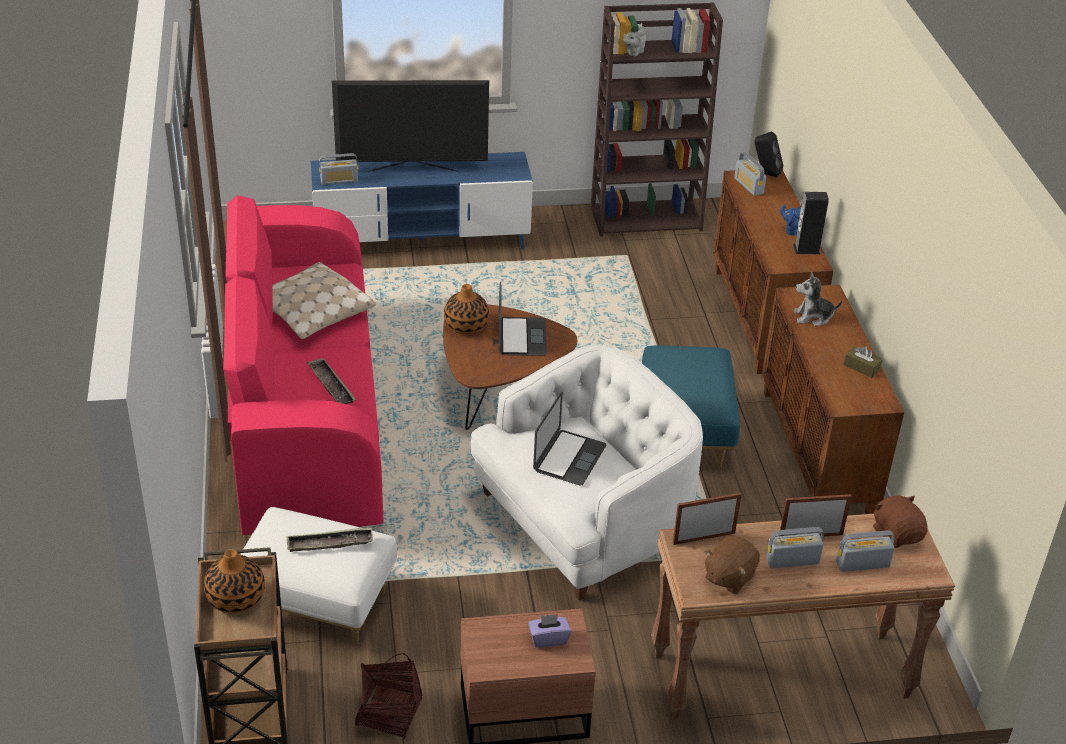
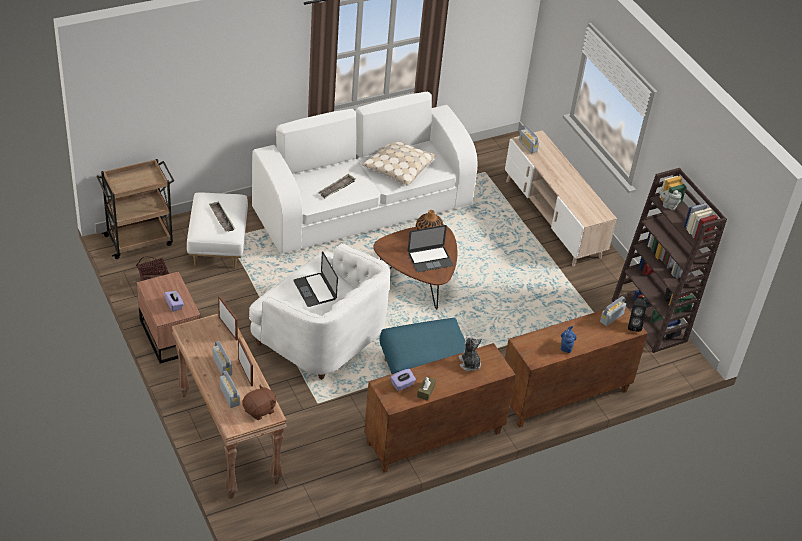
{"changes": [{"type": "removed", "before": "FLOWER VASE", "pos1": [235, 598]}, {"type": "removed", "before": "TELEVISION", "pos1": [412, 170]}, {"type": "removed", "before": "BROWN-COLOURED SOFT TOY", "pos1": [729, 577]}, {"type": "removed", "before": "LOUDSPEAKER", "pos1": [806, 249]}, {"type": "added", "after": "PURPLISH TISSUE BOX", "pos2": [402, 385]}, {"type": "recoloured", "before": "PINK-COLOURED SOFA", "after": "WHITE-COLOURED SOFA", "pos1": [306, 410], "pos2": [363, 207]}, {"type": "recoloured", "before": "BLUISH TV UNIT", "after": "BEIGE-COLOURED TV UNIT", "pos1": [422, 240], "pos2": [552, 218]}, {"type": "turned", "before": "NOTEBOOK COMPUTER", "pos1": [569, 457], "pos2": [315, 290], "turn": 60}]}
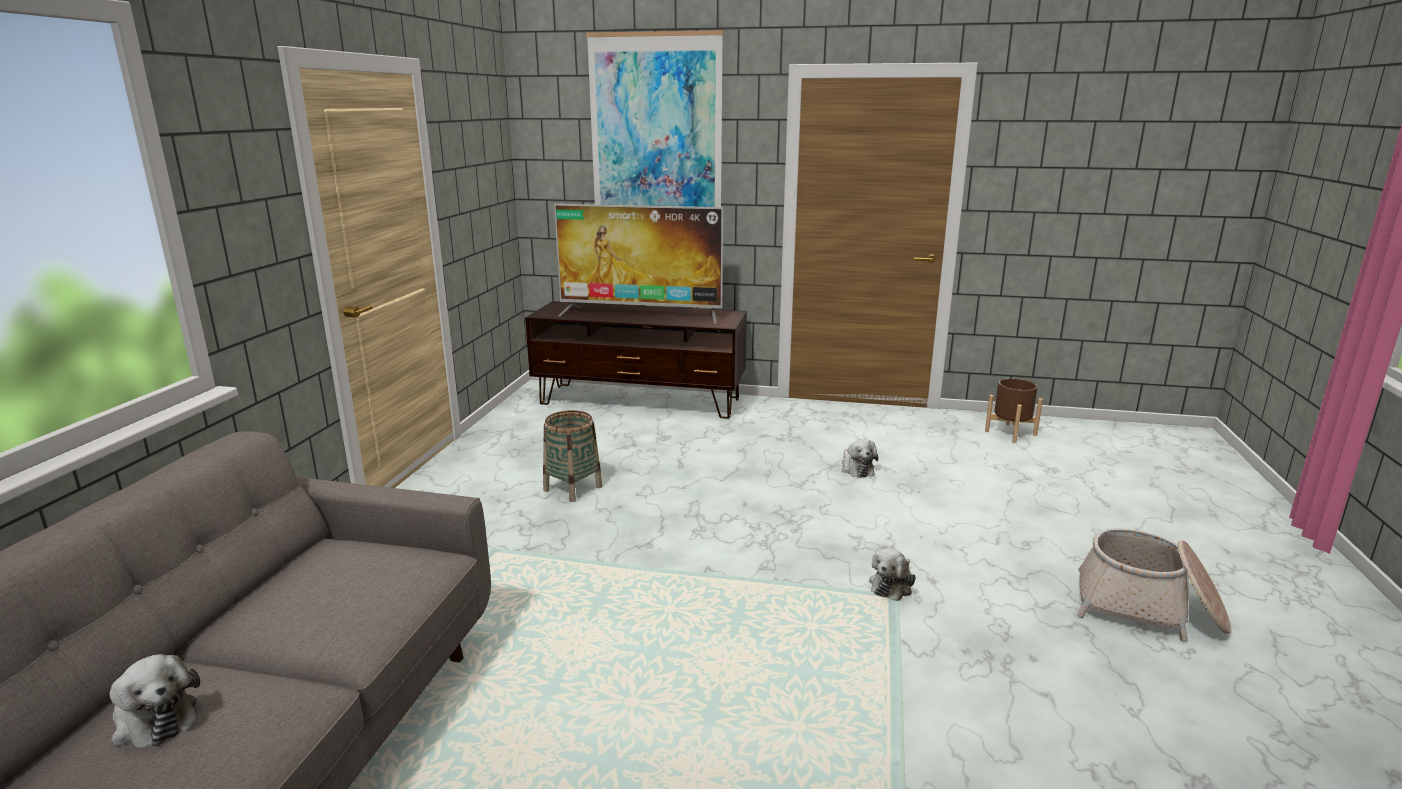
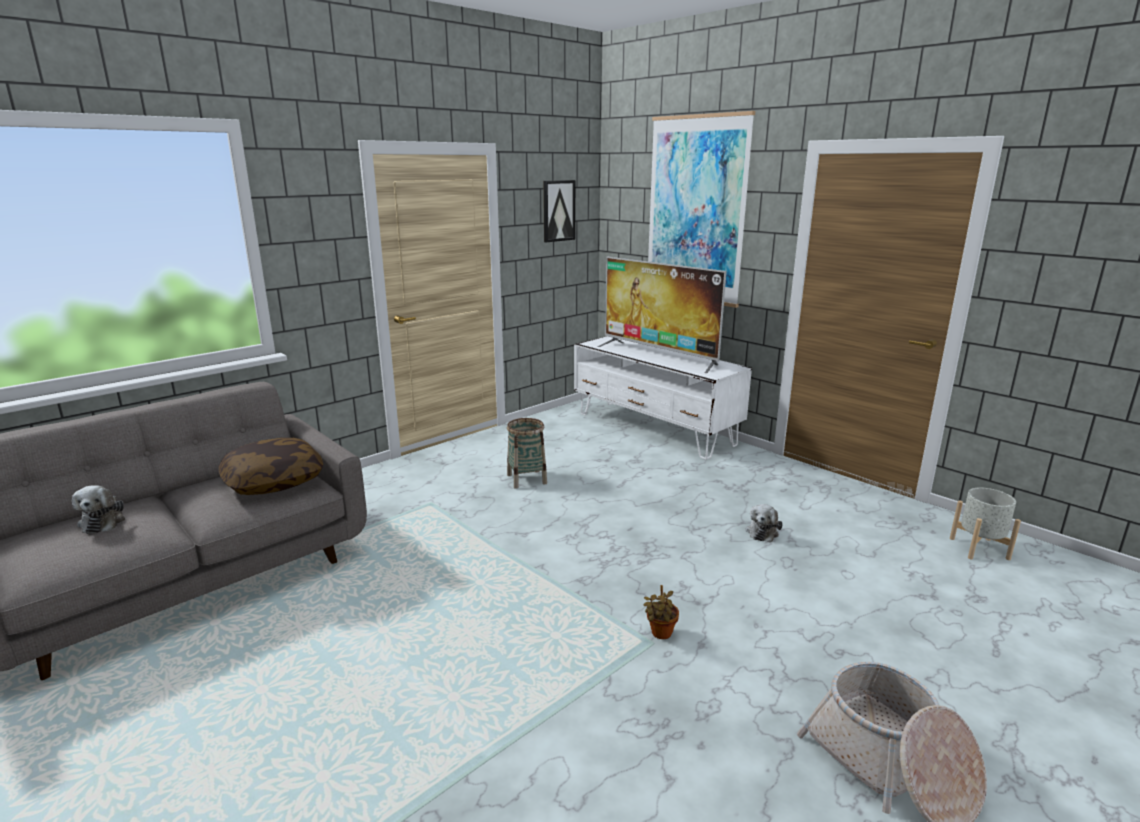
{"changes": [{"type": "added", "after": "CUSHION", "pos2": [274, 481]}, {"type": "added", "after": "PICTURE", "pos2": [558, 211]}, {"type": "replaced", "before": "SOFT TOY", "after": "HOUSEPLANT", "pos1": [892, 586], "pos2": [660, 634]}, {"type": "recoloured", "before": "BROWN-COLOURED TV UNIT", "after": "WHITE-COLOURED TV UNIT", "pos1": [640, 401], "pos2": [654, 429]}, {"type": "recoloured", "before": "BROWN-COLOURED FLOWER POT", "after": "GRAY FLOWER POT", "pos1": [1010, 433], "pos2": [979, 548]}]}
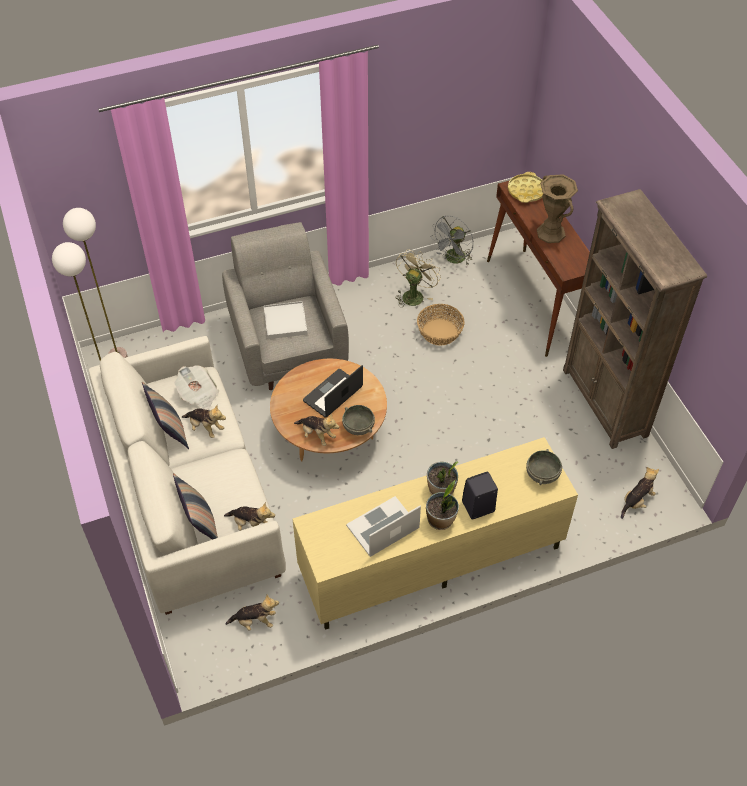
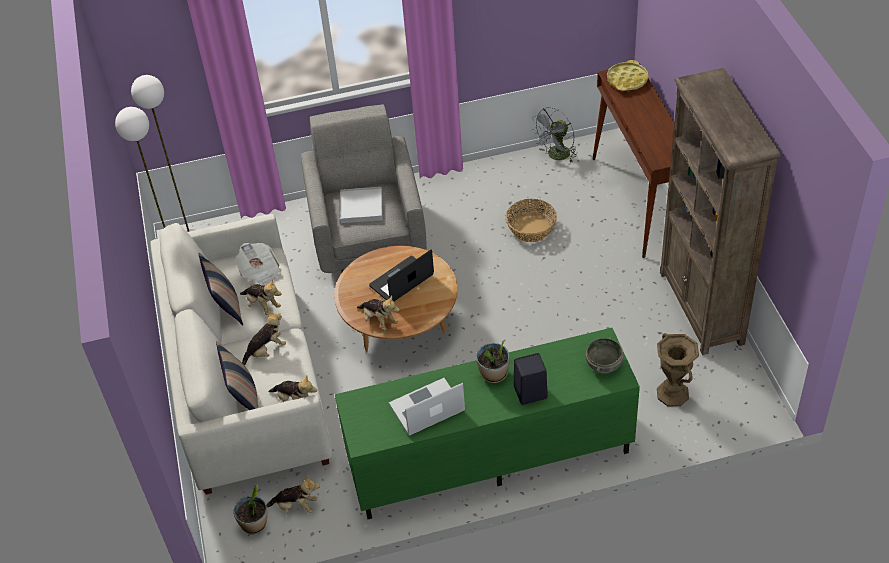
{"changes": [{"type": "removed", "before": "GRAY SERVING BOWL", "pos1": [359, 427]}, {"type": "removed", "before": "BEIGE-COLOURED FAN", "pos1": [414, 294]}, {"type": "moved", "before": "HOUSEPLANT", "pos1": [441, 520], "pos2": [255, 524]}, {"type": "moved", "before": "BROWN-COLOURED FLOWER VASE", "pos1": [550, 233], "pos2": [672, 393]}, {"type": "moved", "before": "SOFT TOY", "pos1": [636, 501], "pos2": [266, 351]}, {"type": "recoloured", "before": "BEIGE-COLOURED TV UNIT", "after": "GREENISH TV UNIT", "pos1": [431, 560], "pos2": [489, 457]}]}
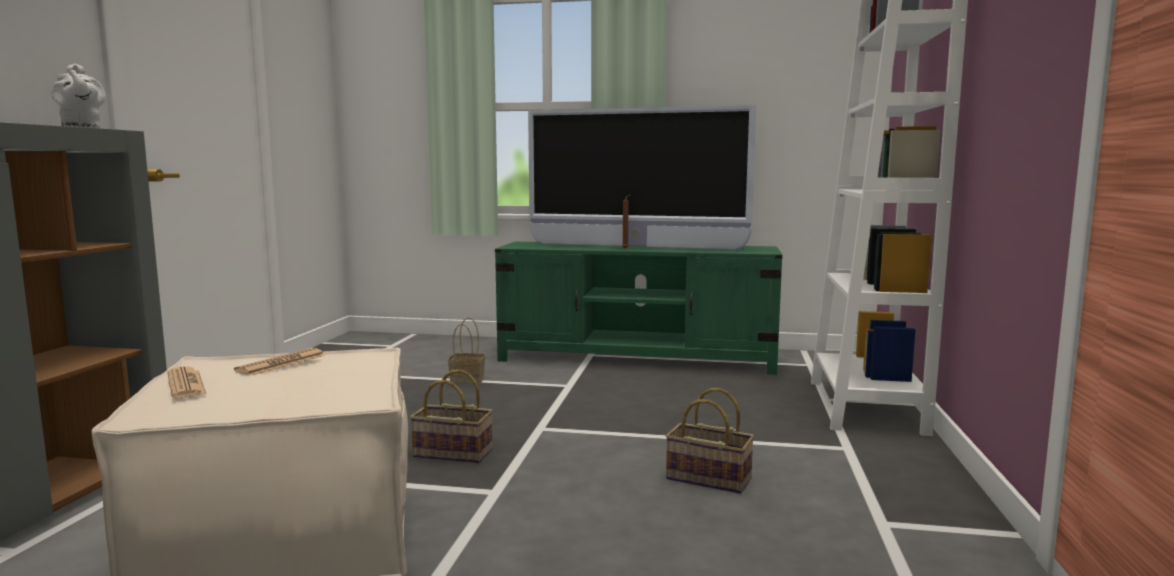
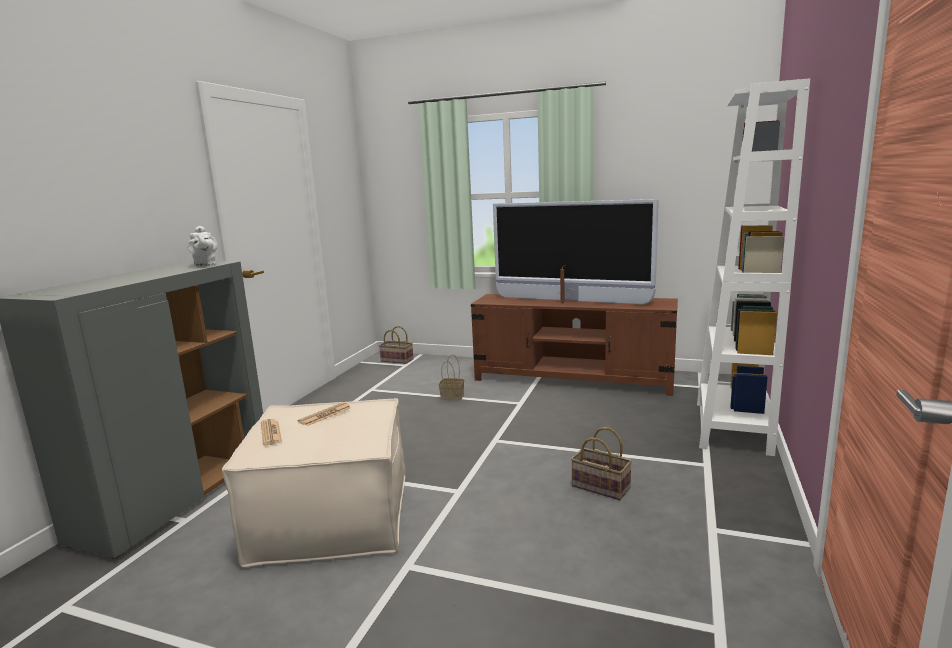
{"changes": [{"type": "moved", "before": "BASKET", "pos1": [450, 454], "pos2": [396, 360]}, {"type": "recoloured", "before": "GREENISH TV UNIT", "after": "BROWN-COLOURED TV UNIT", "pos1": [637, 358], "pos2": [573, 379]}]}
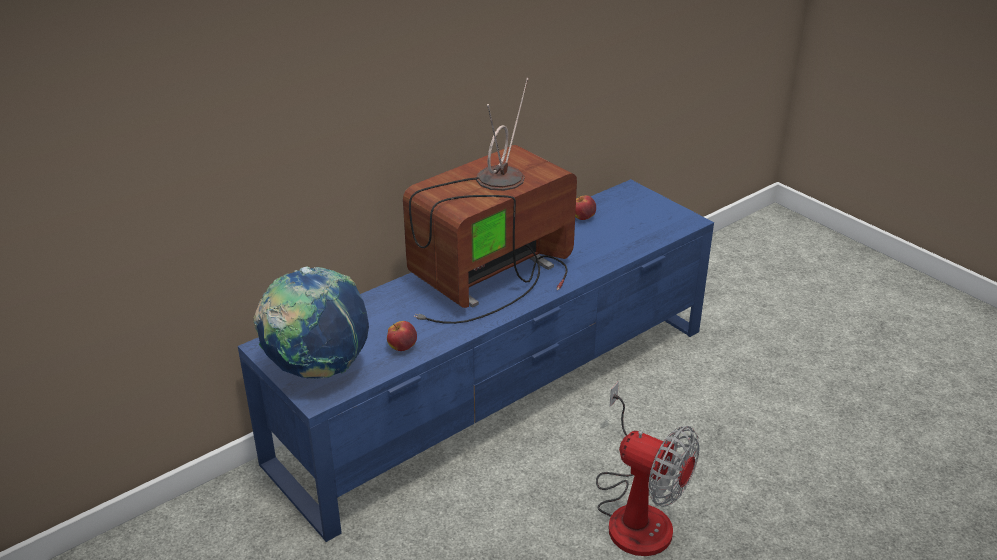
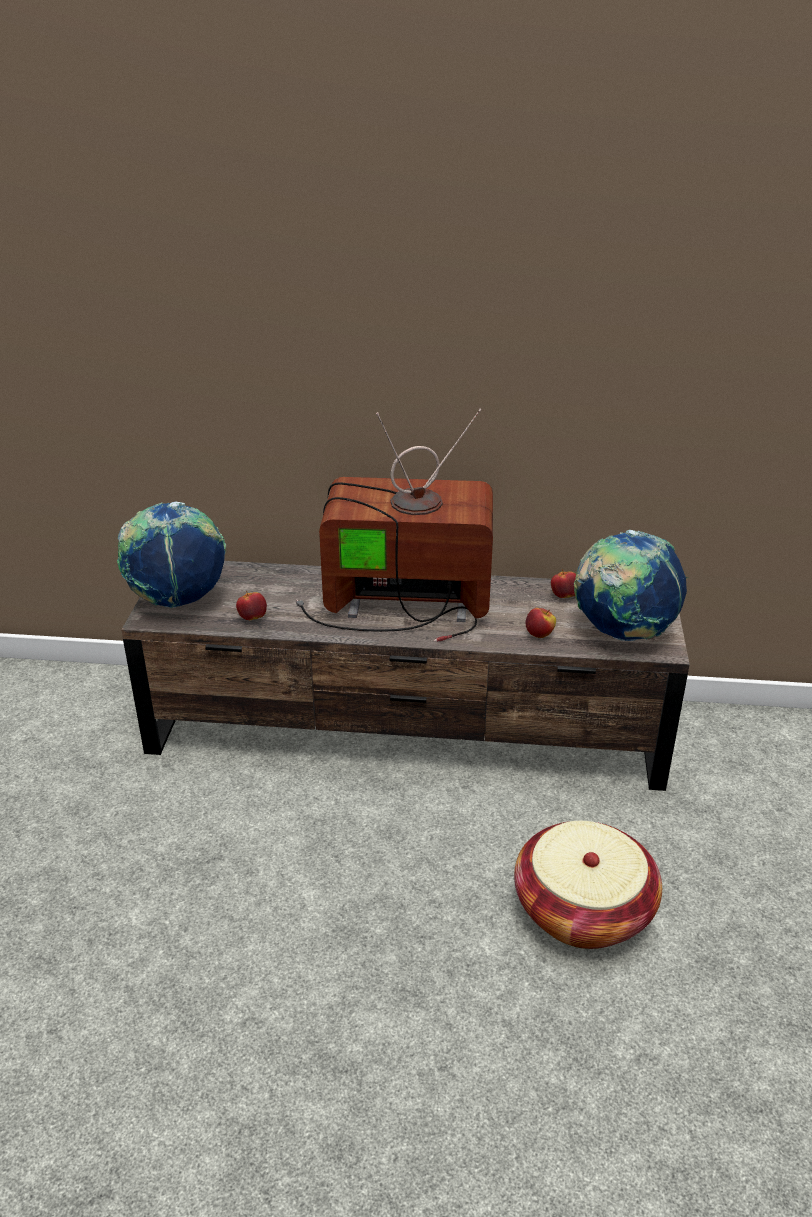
{"changes": [{"type": "removed", "before": "FAN", "pos1": [636, 512]}, {"type": "added", "after": "BASKET", "pos2": [583, 910]}, {"type": "added", "after": "WHOLE APPLE", "pos2": [539, 634]}, {"type": "added", "after": "GLOBE", "pos2": [622, 633]}, {"type": "recoloured", "before": "BLUISH TV UNIT", "after": "BROWN-COLOURED TV UNIT", "pos1": [499, 392], "pos2": [408, 729]}]}
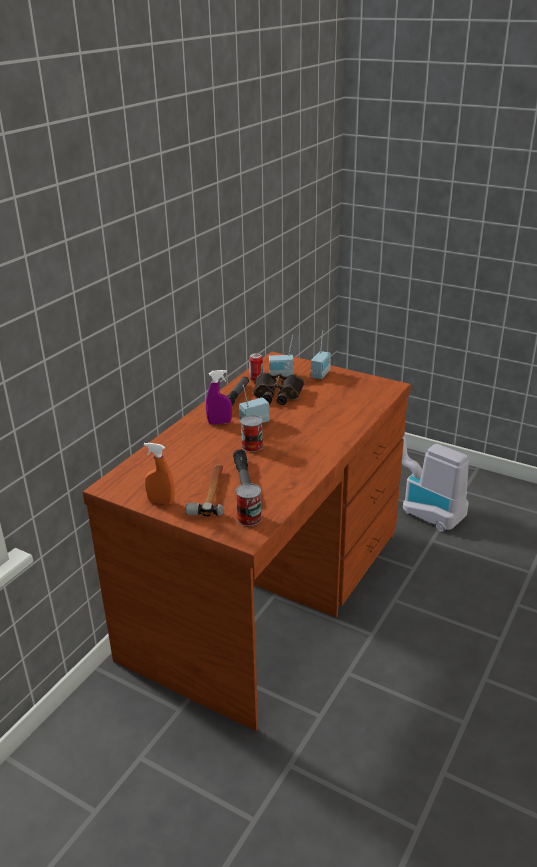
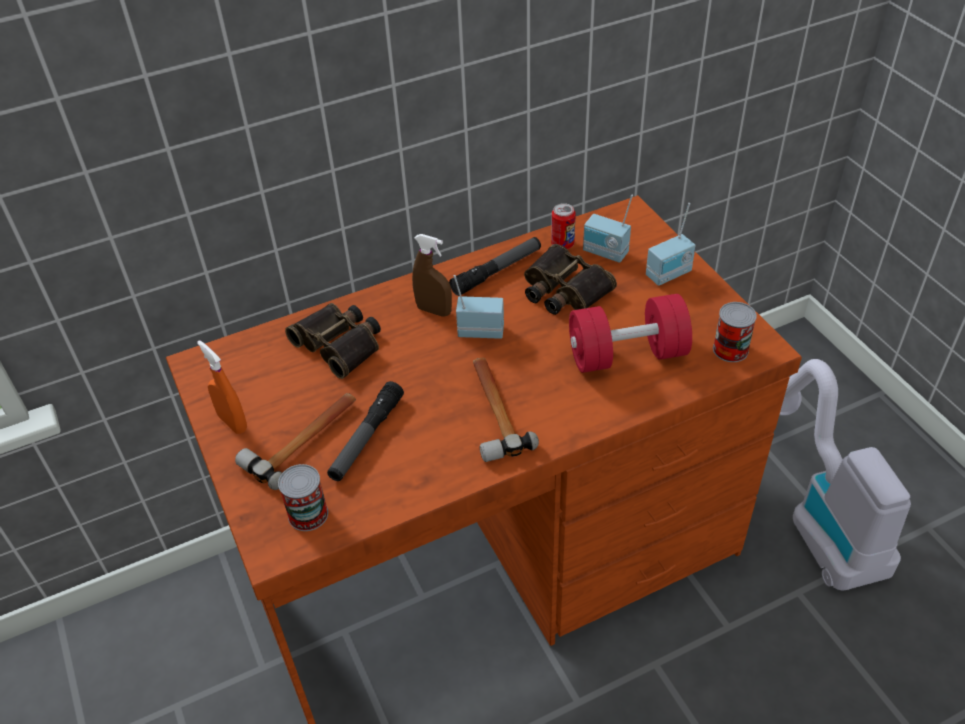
{"changes": [{"type": "added", "after": "FIELD GLASSES", "pos2": [340, 344]}, {"type": "added", "after": "HAMMER", "pos2": [493, 410]}, {"type": "added", "after": "RED-COLOURED HAND WEIGHT", "pos2": [627, 354]}, {"type": "moved", "before": "SEALED CAN", "pos1": [252, 446], "pos2": [730, 349]}, {"type": "recoloured", "before": "PURPLISH SPRAY BOTTLE", "after": "BROWN-COLOURED SPRAY BOTTLE", "pos1": [219, 422], "pos2": [434, 310]}]}
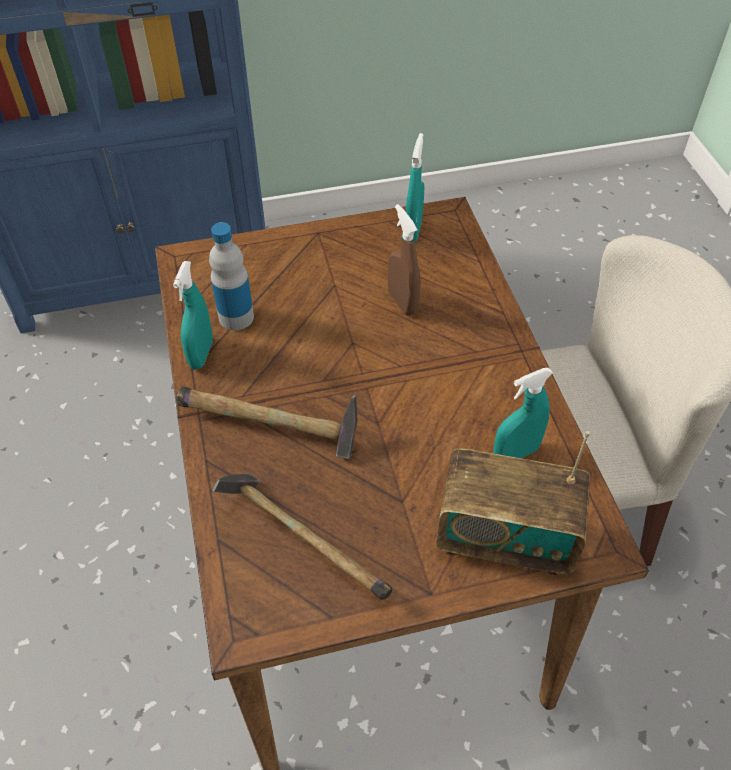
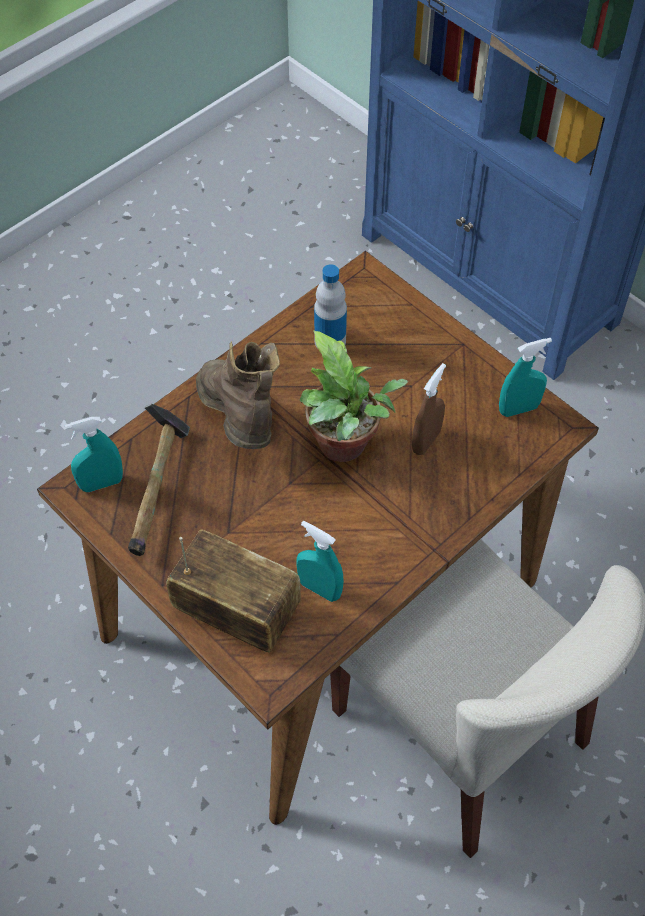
{"changes": [{"type": "added", "after": "HOUSEPLANT", "pos2": [345, 448]}, {"type": "moved", "before": "BLUE-GREEN SPRAY BOTTLE", "pos1": [201, 354], "pos2": [101, 483]}, {"type": "replaced", "before": "HAMMER", "after": "BROWN-COLOURED HIGH-TOP BOOT", "pos1": [273, 429], "pos2": [240, 421]}, {"type": "turned", "before": "RADIO SET", "pos1": [504, 537], "pos2": [237, 612], "turn": 135}]}
